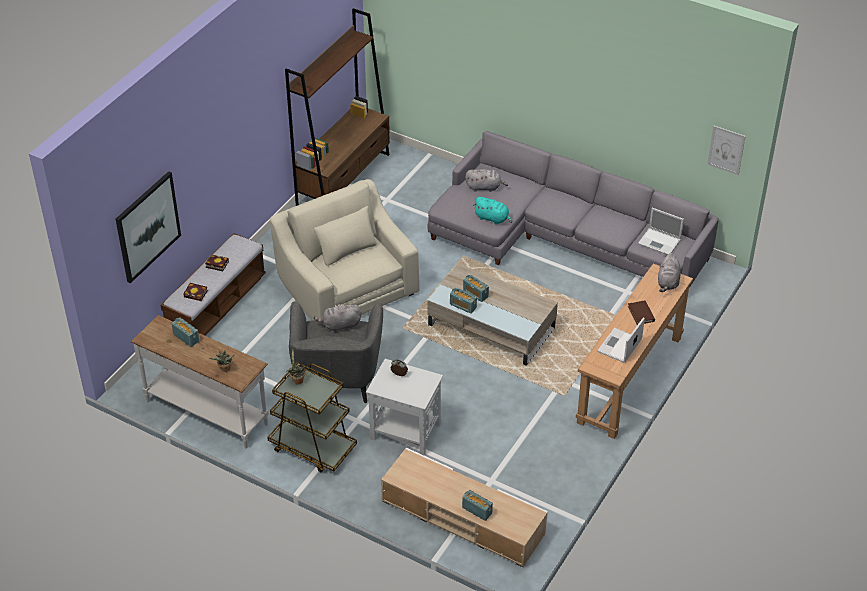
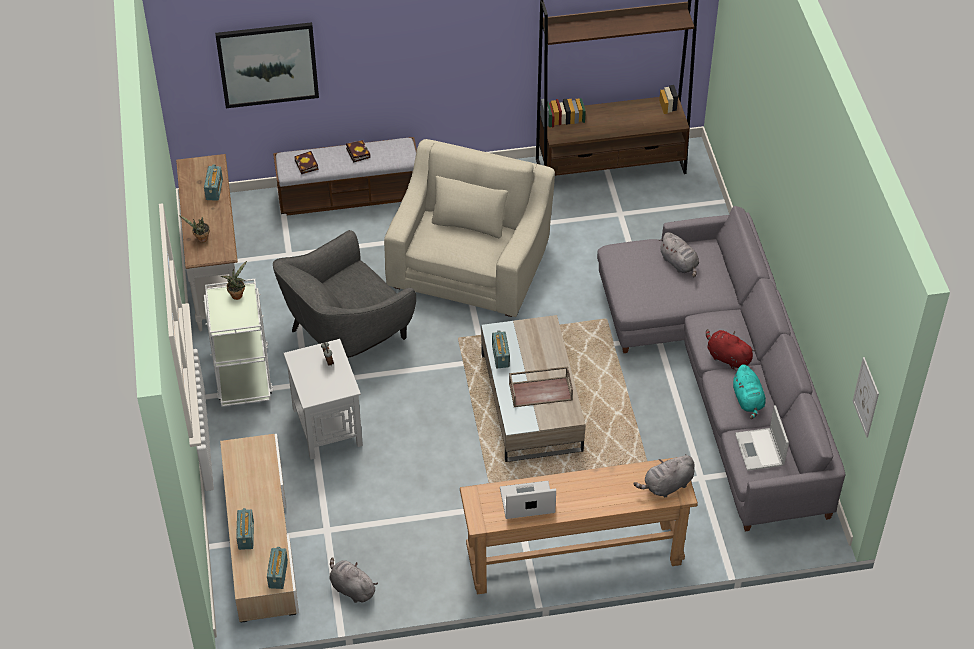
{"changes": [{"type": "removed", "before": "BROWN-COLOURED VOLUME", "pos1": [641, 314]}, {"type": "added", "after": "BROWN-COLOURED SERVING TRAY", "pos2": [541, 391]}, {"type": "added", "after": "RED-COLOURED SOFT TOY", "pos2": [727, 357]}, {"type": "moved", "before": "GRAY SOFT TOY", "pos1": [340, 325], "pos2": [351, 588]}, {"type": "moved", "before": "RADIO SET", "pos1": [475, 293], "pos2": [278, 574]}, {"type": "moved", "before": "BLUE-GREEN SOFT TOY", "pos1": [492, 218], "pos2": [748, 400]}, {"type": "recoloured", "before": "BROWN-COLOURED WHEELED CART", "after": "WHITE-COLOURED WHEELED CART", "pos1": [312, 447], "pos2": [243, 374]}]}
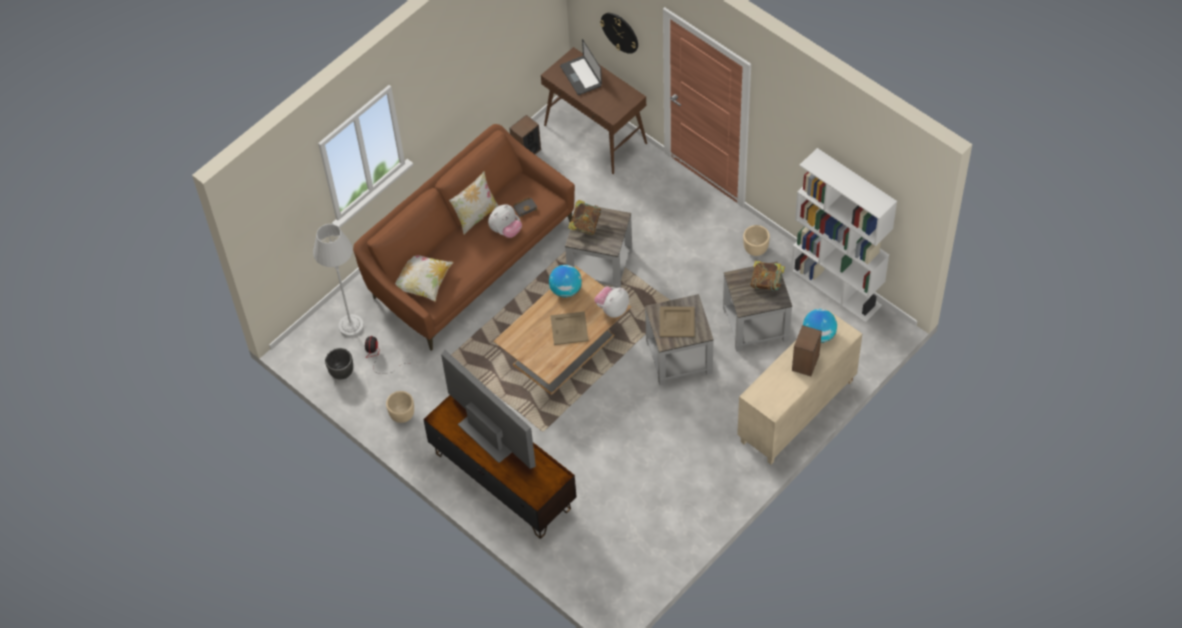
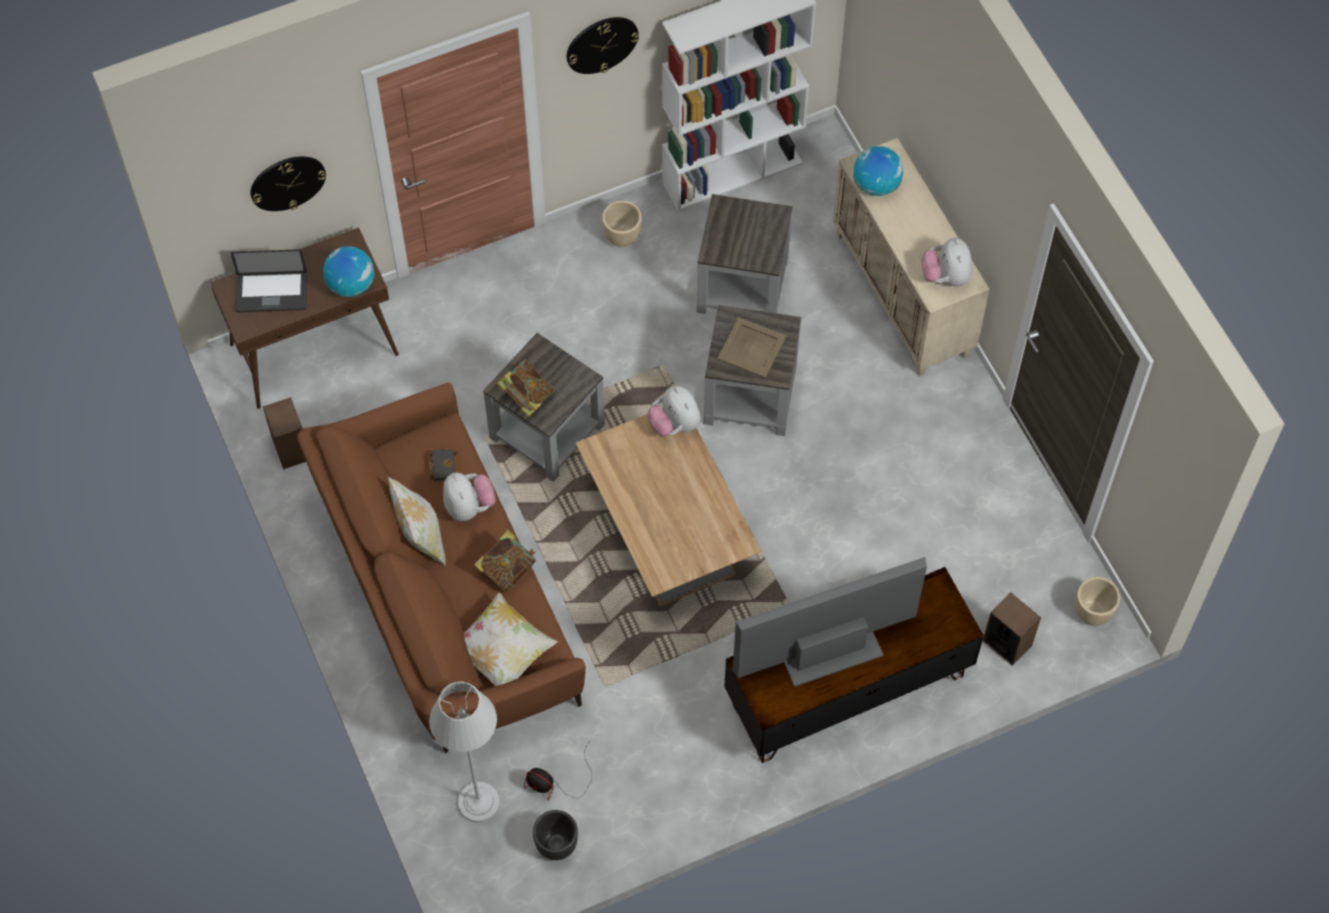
{"changes": [{"type": "removed", "before": "BEIGE-COLOURED SERVING TRAY", "pos1": [569, 329]}, {"type": "added", "after": "CLOCK ON THE WALL", "pos2": [601, 44]}, {"type": "added", "after": "SOFT TOY", "pos2": [946, 276]}, {"type": "moved", "before": "BEIGE-COLOURED FLOWER POT", "pos1": [402, 415], "pos2": [1093, 612]}, {"type": "moved", "before": "GLOBE", "pos1": [566, 290], "pos2": [351, 285]}, {"type": "moved", "before": "VOLUME", "pos1": [767, 283], "pos2": [507, 569]}, {"type": "moved", "before": "LOUDSPEAKER", "pos1": [805, 363], "pos2": [1007, 643]}]}
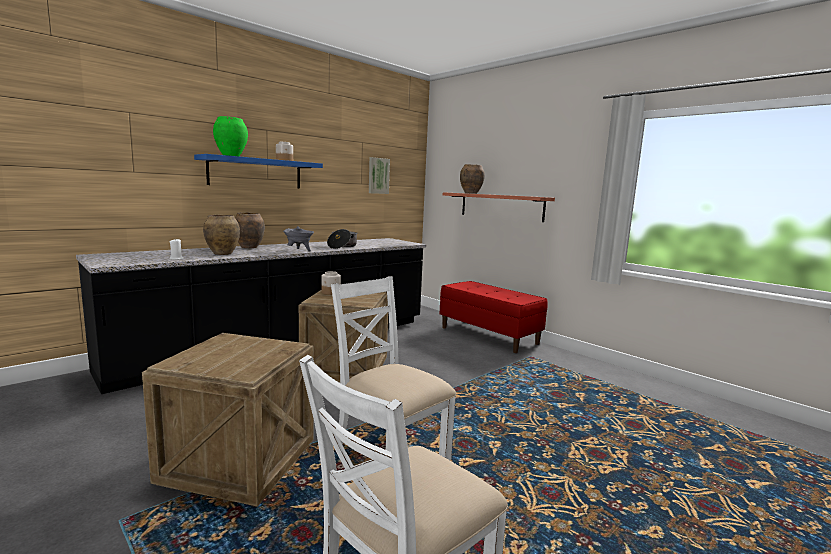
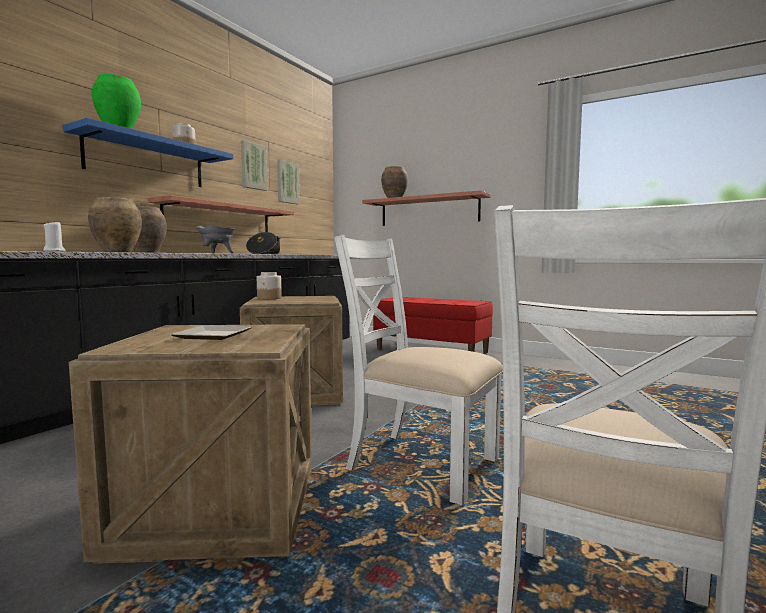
{"changes": [{"type": "added", "after": "WALL SHELF", "pos2": [220, 221]}, {"type": "added", "after": "FLAT DISH", "pos2": [210, 336]}, {"type": "added", "after": "PICTURE", "pos2": [253, 166]}]}
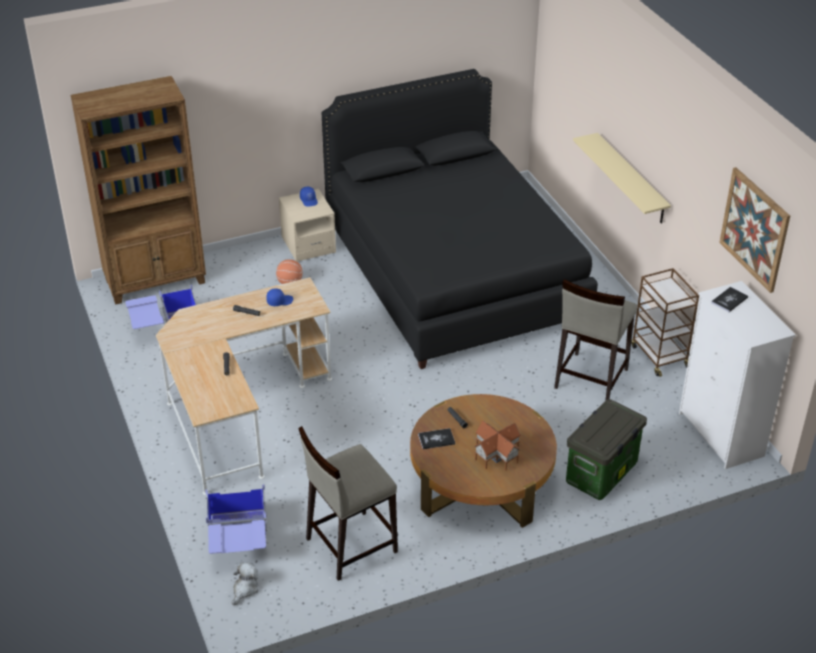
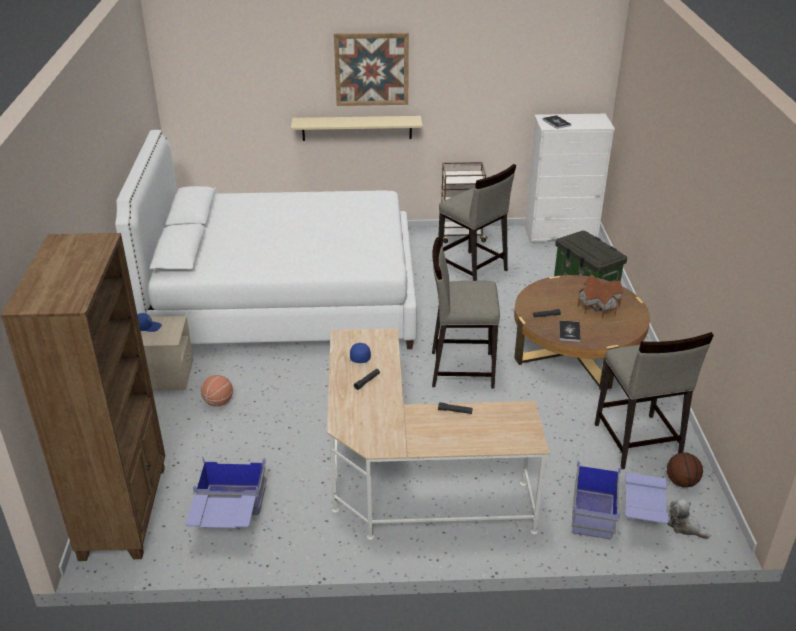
{"changes": [{"type": "added", "after": "BEIGE-COLOURED STOOL", "pos2": [461, 369]}, {"type": "added", "after": "BASKETBALL BALL", "pos2": [682, 482]}, {"type": "moved", "before": "PICTURE", "pos1": [754, 229], "pos2": [371, 69]}, {"type": "recoloured", "before": "BLACK-COLOURED BED", "after": "WHITE-COLOURED BED", "pos1": [453, 273], "pos2": [285, 300]}]}
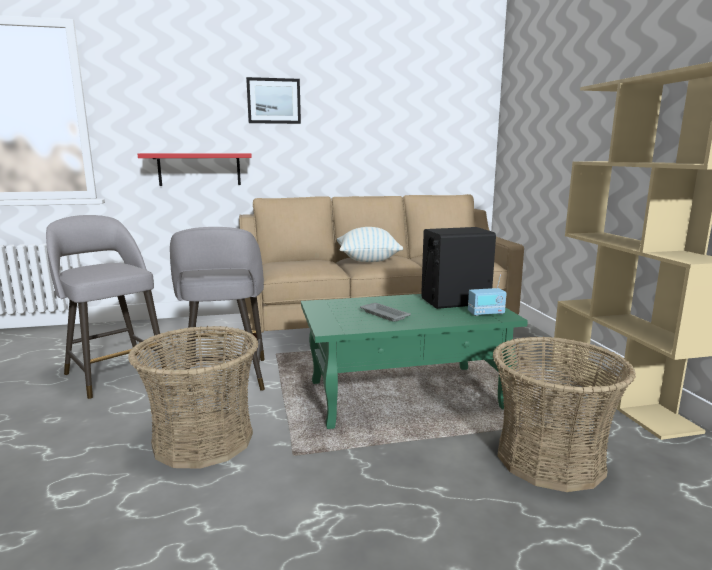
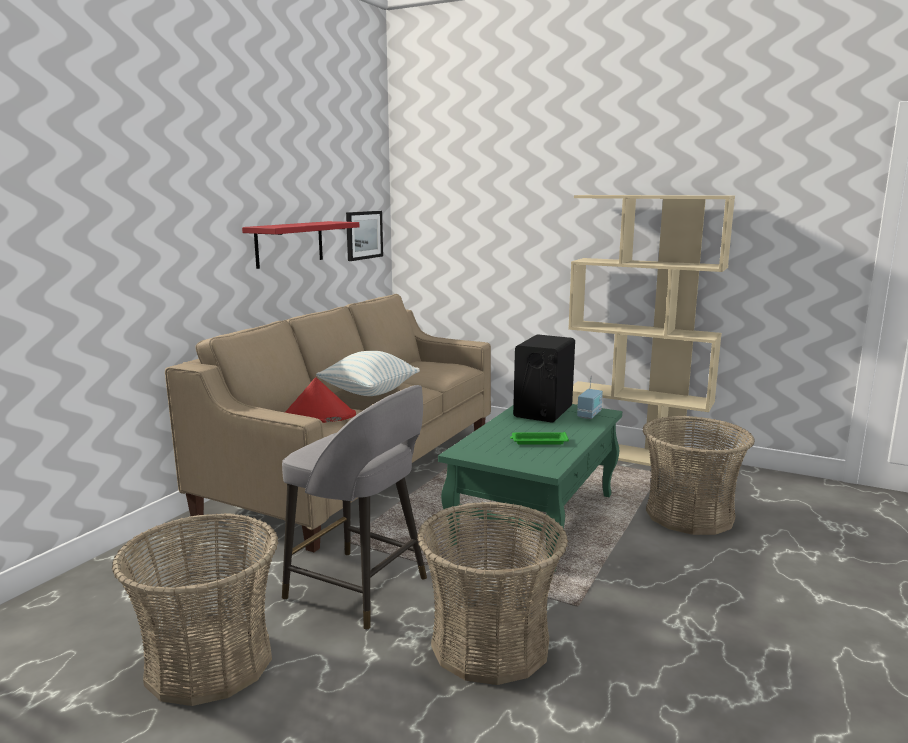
{"changes": [{"type": "added", "after": "RED-COLOURED CLOTHING HAT", "pos2": [318, 416]}, {"type": "moved", "before": "RED-COLOURED WALL SHELF", "pos1": [199, 169], "pos2": [289, 244]}, {"type": "moved", "before": "PICTURE", "pos1": [273, 101], "pos2": [363, 235]}, {"type": "replaced", "before": "GRAY STOOL", "after": "BASKET", "pos1": [115, 373], "pos2": [209, 662]}, {"type": "recoloured", "before": "GRAY SERVING TRAY", "after": "GREENISH SERVING TRAY", "pos1": [383, 314], "pos2": [538, 441]}]}
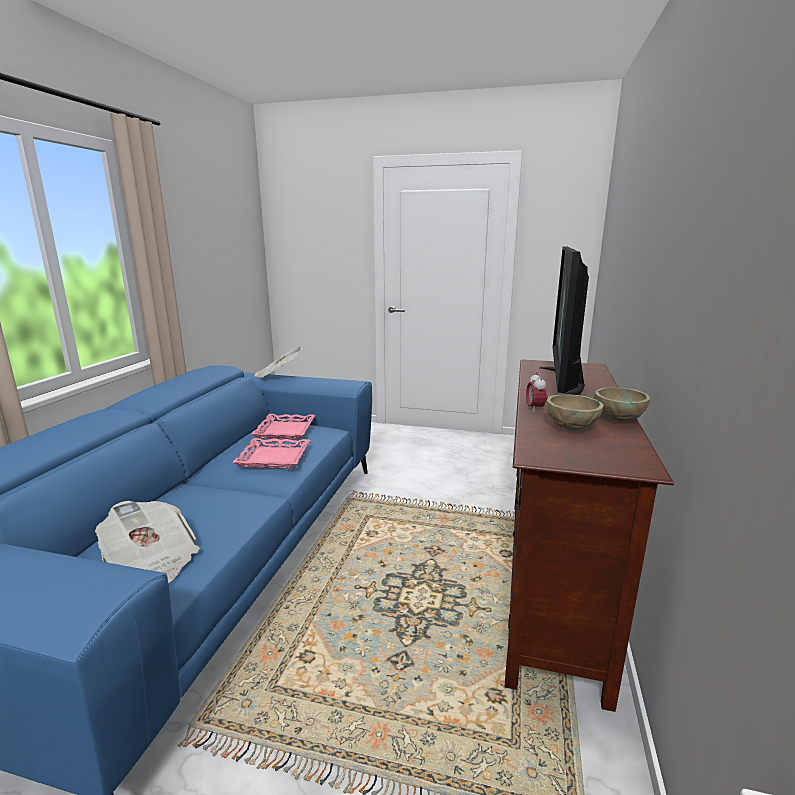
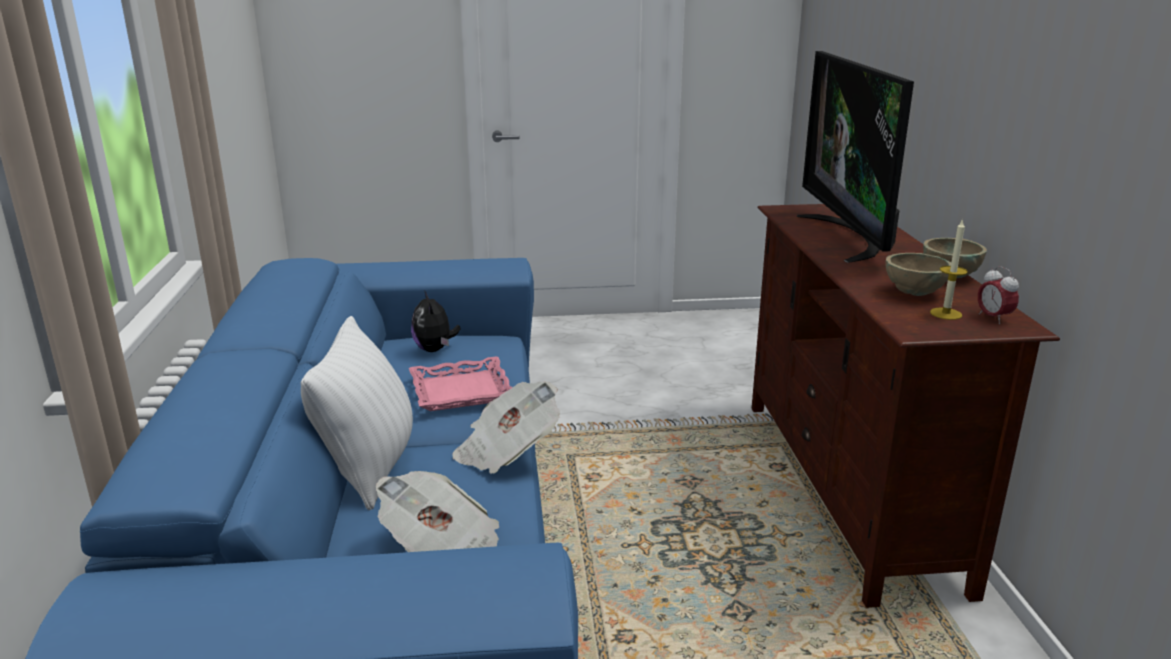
{"changes": [{"type": "added", "after": "WHITE-COLOURED CUSHION", "pos2": [369, 468]}, {"type": "added", "after": "WAX CANDLE", "pos2": [946, 314]}, {"type": "moved", "before": "DAILY PAPER", "pos1": [278, 375], "pos2": [507, 451]}, {"type": "moved", "before": "TABLE CLOCK", "pos1": [534, 409], "pos2": [993, 318]}, {"type": "replaced", "before": "PINK-COLOURED SERVING TRAY", "after": "SOFT TOY", "pos1": [285, 431], "pos2": [435, 349]}]}
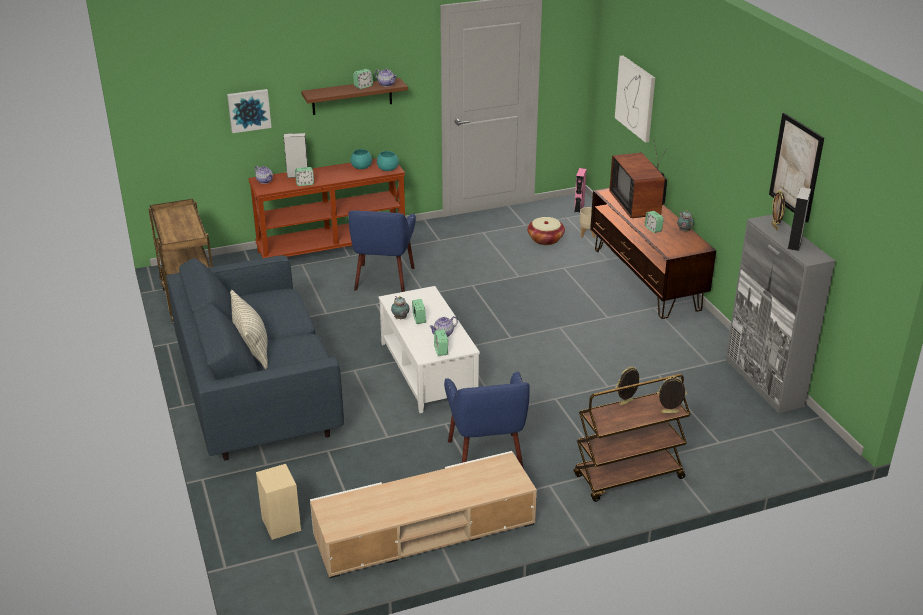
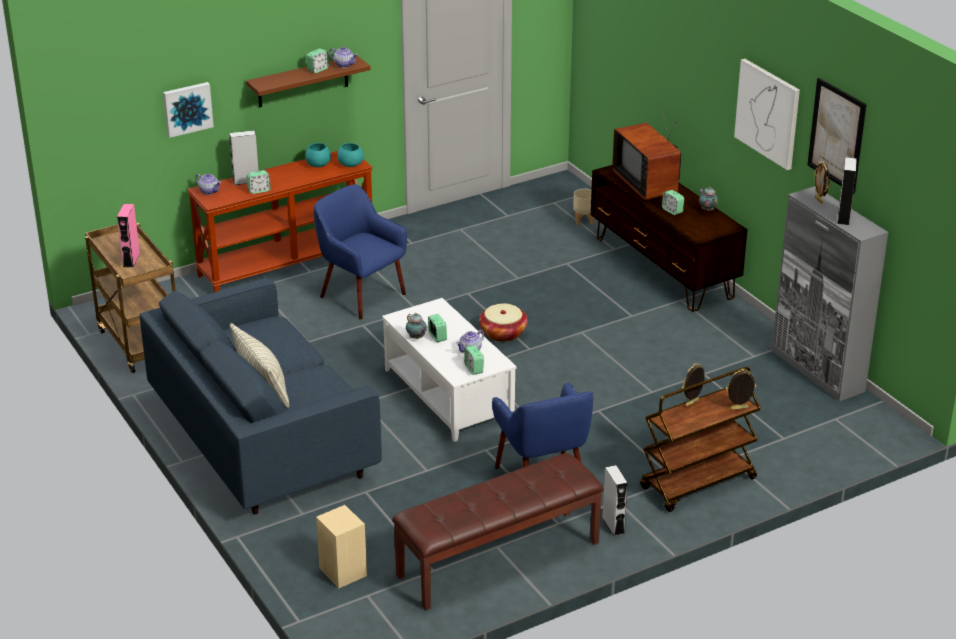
{"changes": [{"type": "added", "after": "GRAY LOUDSPEAKER", "pos2": [613, 525]}, {"type": "moved", "before": "BASKET", "pos1": [545, 239], "pos2": [503, 333]}, {"type": "moved", "before": "PINK-COLOURED LOUDSPEAKER", "pos1": [579, 208], "pos2": [131, 260]}, {"type": "moved", "before": "PICTURE", "pos1": [636, 98], "pos2": [768, 113]}, {"type": "replaced", "before": "BEIGE-COLOURED TV UNIT", "after": "BROWN-COLOURED INDOOR BENCH", "pos1": [424, 530], "pos2": [499, 560]}, {"type": "turned", "before": "BLUISH ARMCHAIR", "pos1": [383, 279], "pos2": [361, 295], "turn": 135}]}
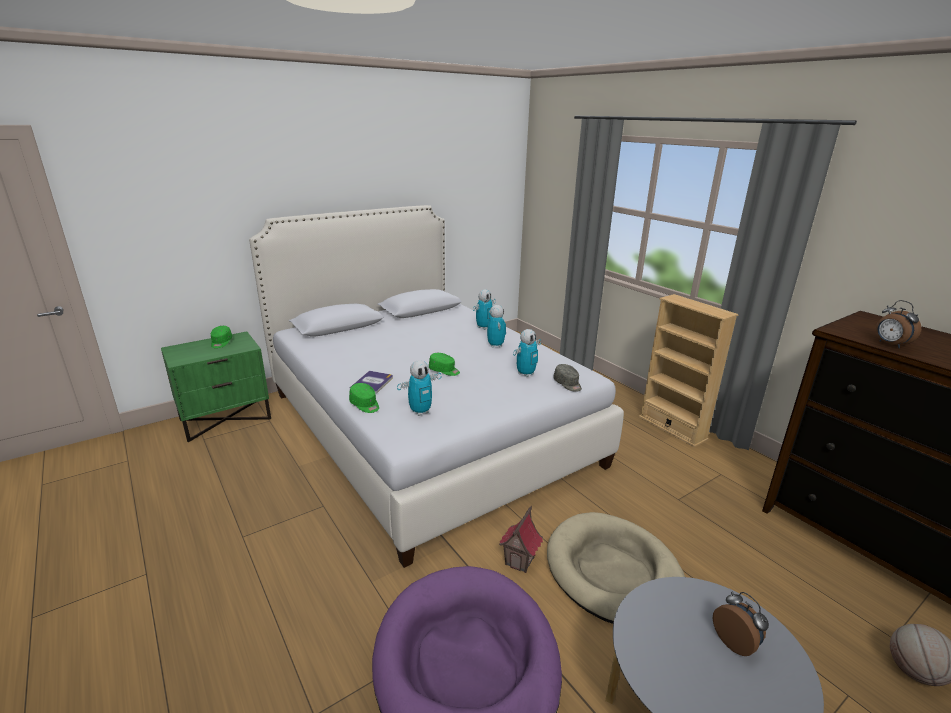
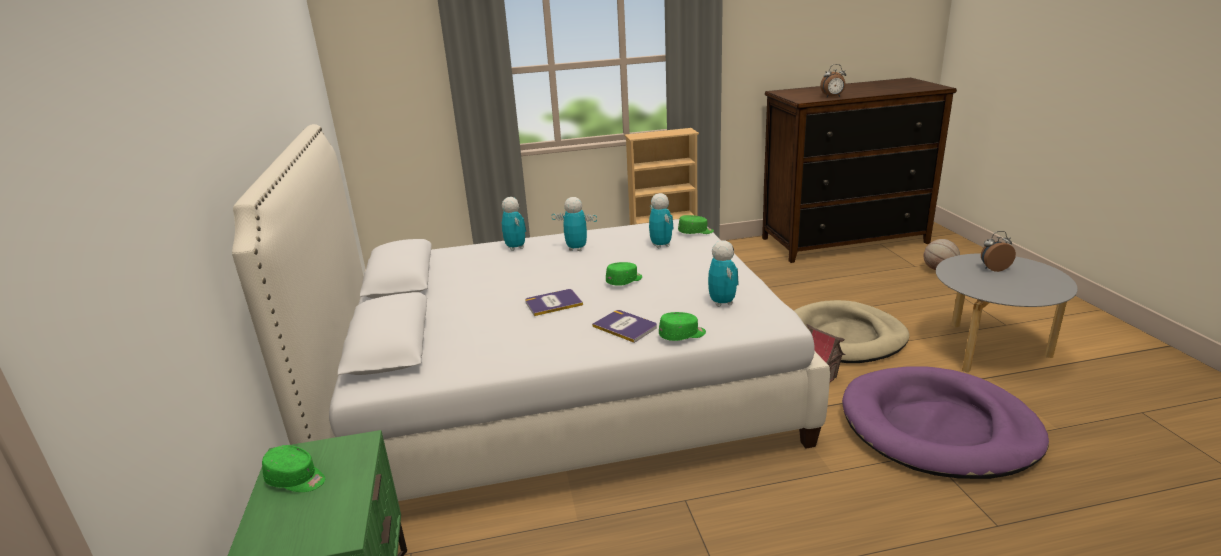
{"changes": [{"type": "added", "after": "VOLUME", "pos2": [553, 303]}, {"type": "recoloured", "before": "GRAY PEAKED CAP", "after": "GREENISH PEAKED CAP", "pos1": [567, 384], "pos2": [696, 232]}]}
